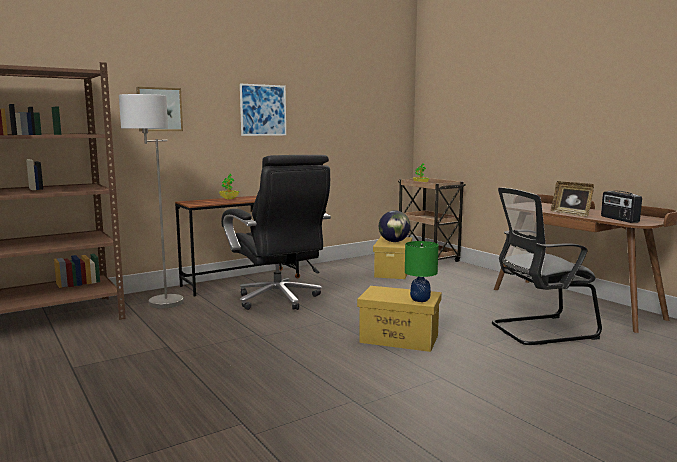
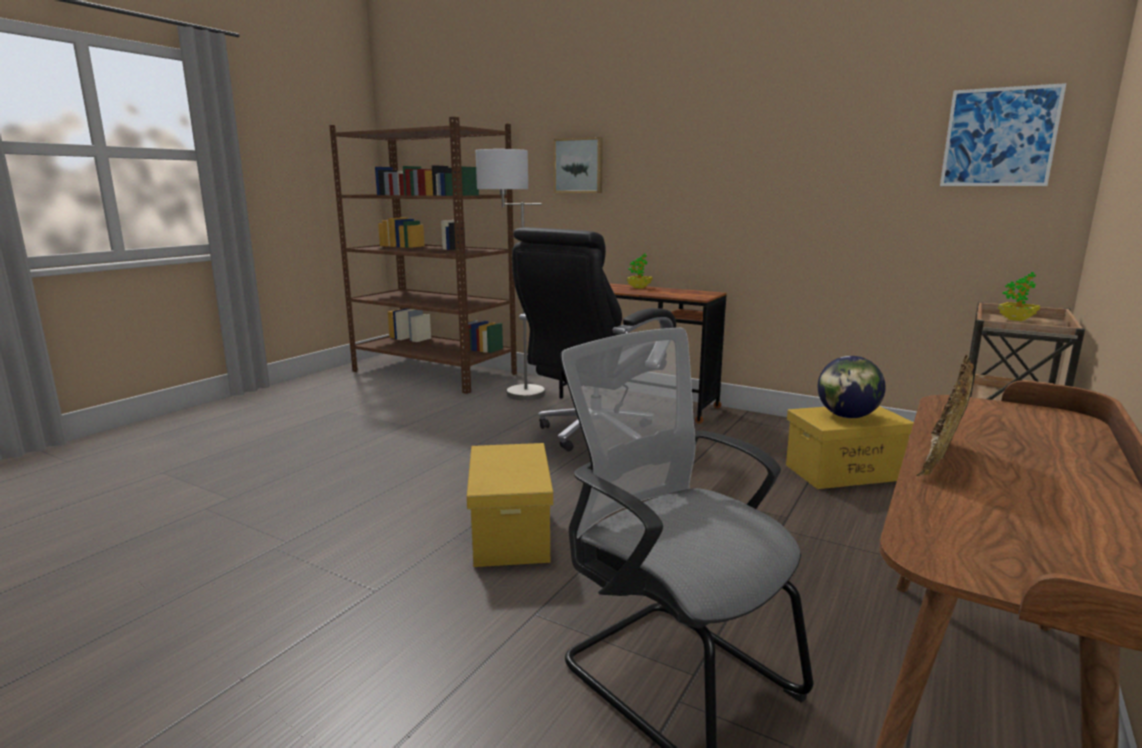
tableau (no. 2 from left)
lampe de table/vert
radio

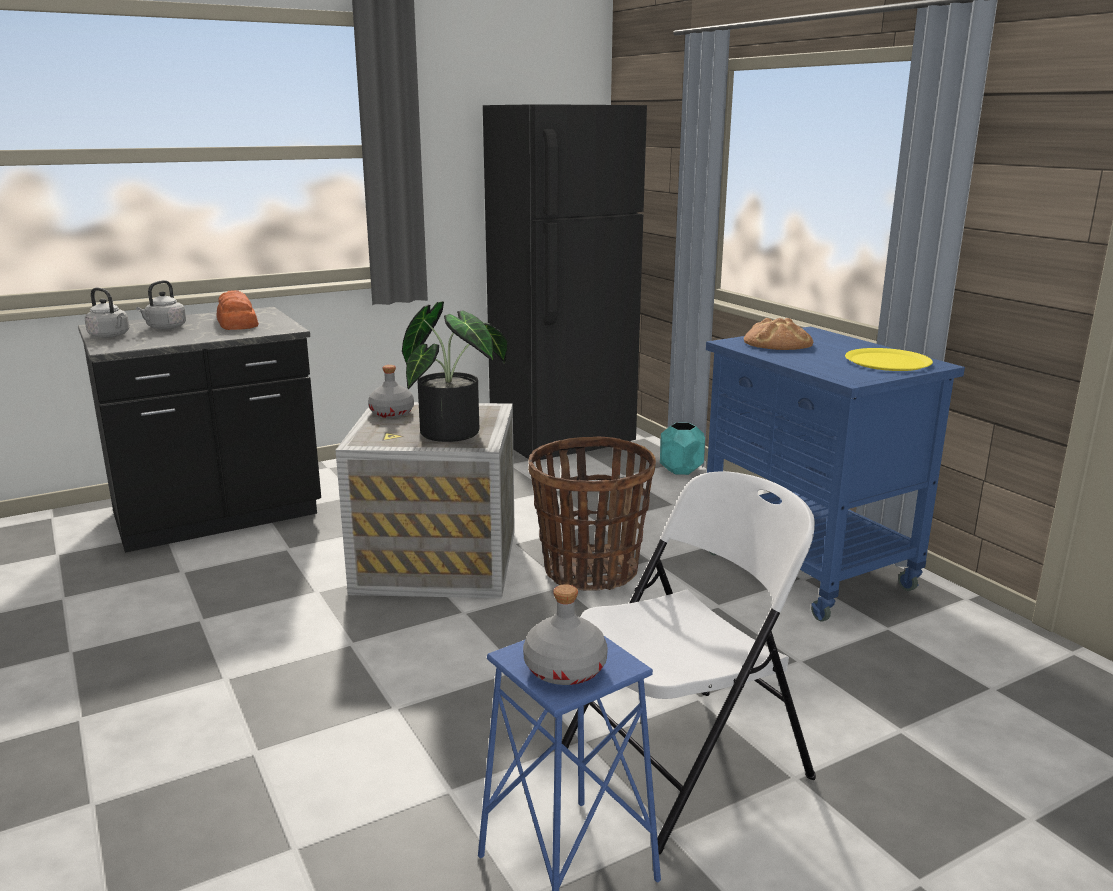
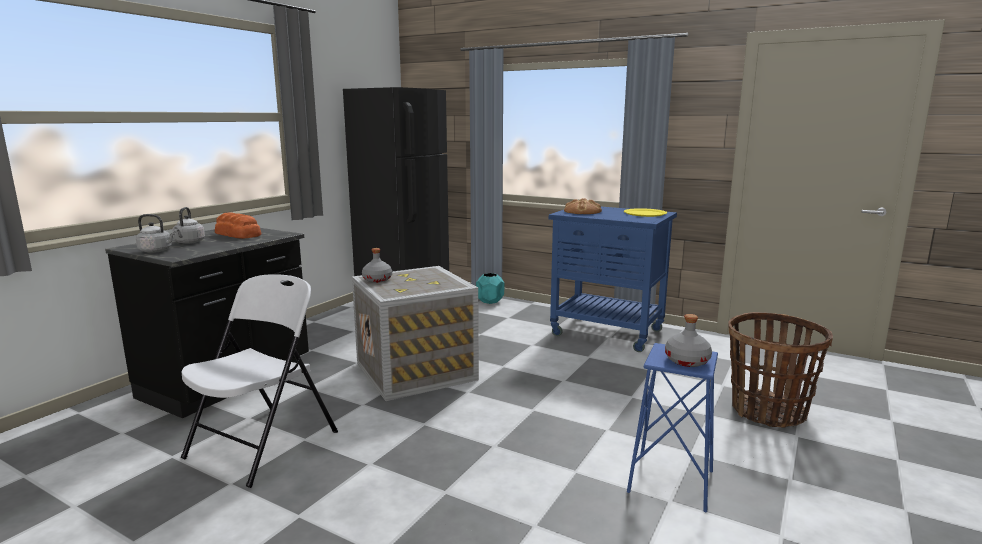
plante en pot
panier
chaise/blanc

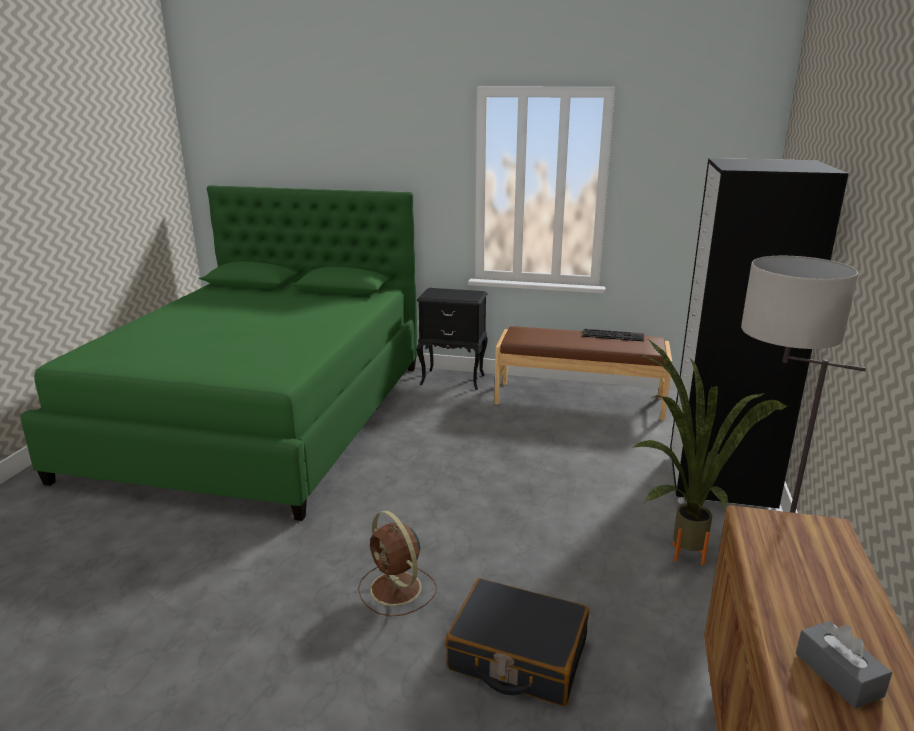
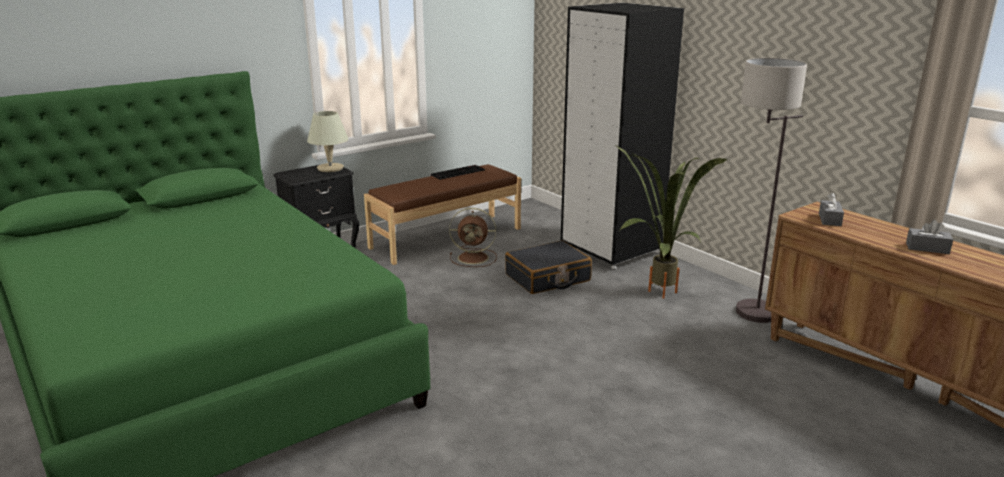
ventilateur/marron
valise/noir
lampe de table/beige
boîte à mouchoirs/gris (no. 1 from left)

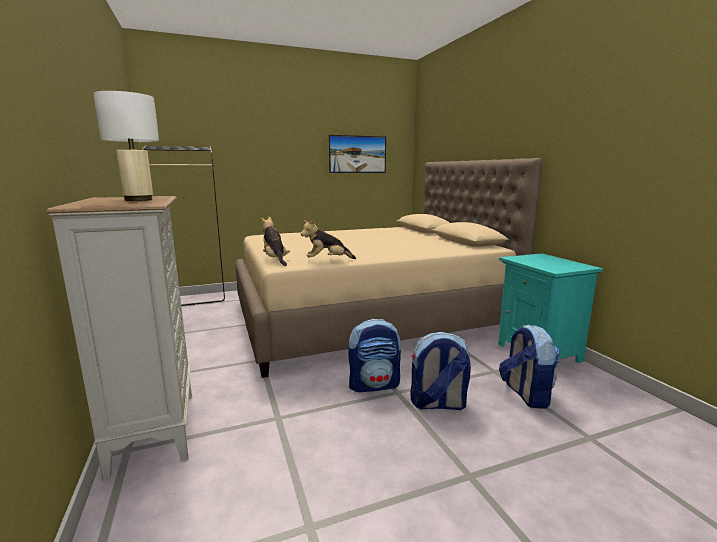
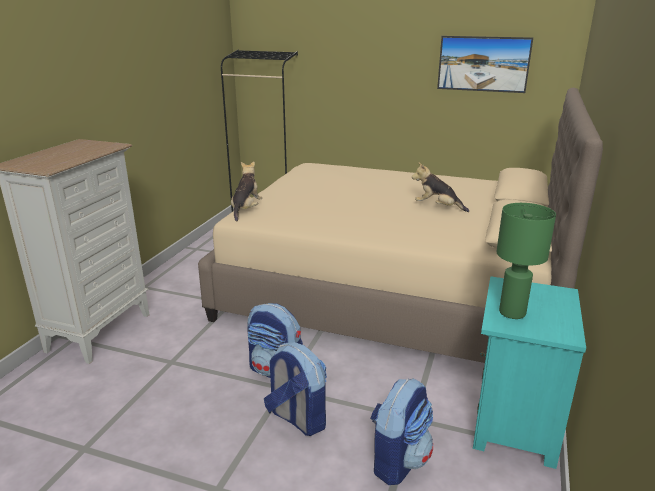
lampe de table/blanc
peluche (no. 2 from left)
lampe de table/vert

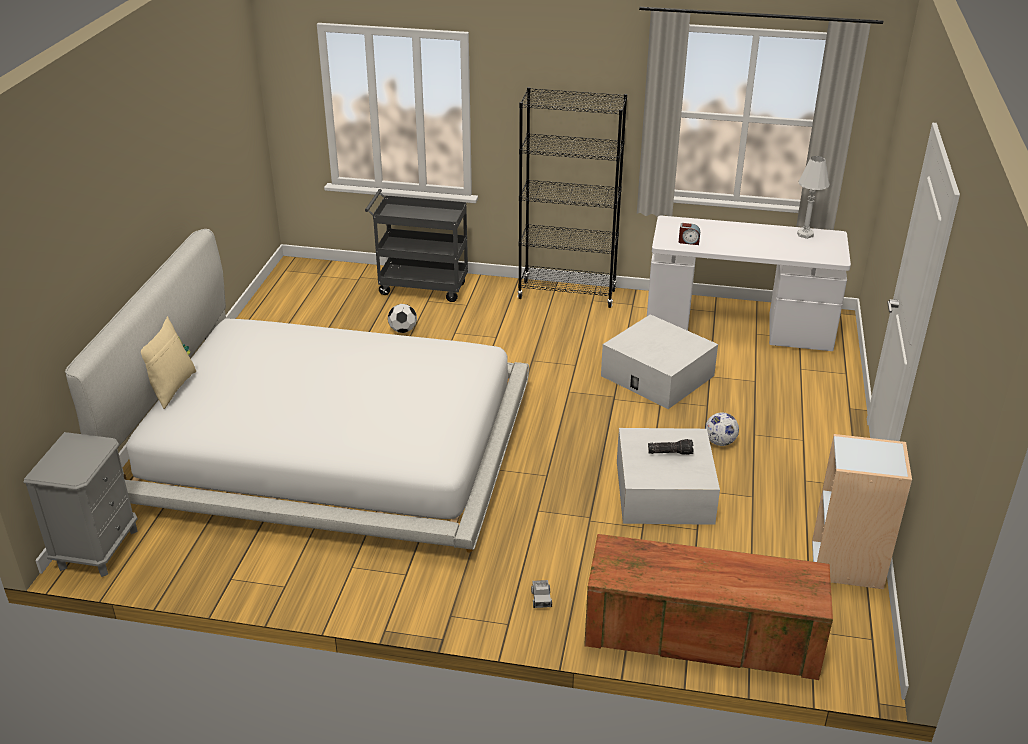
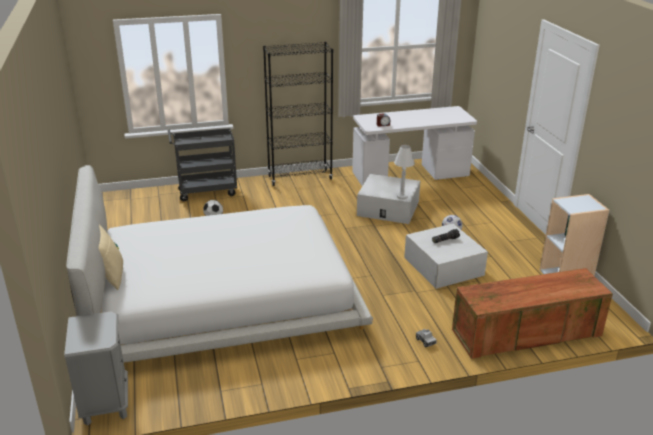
lampe de table/blanc

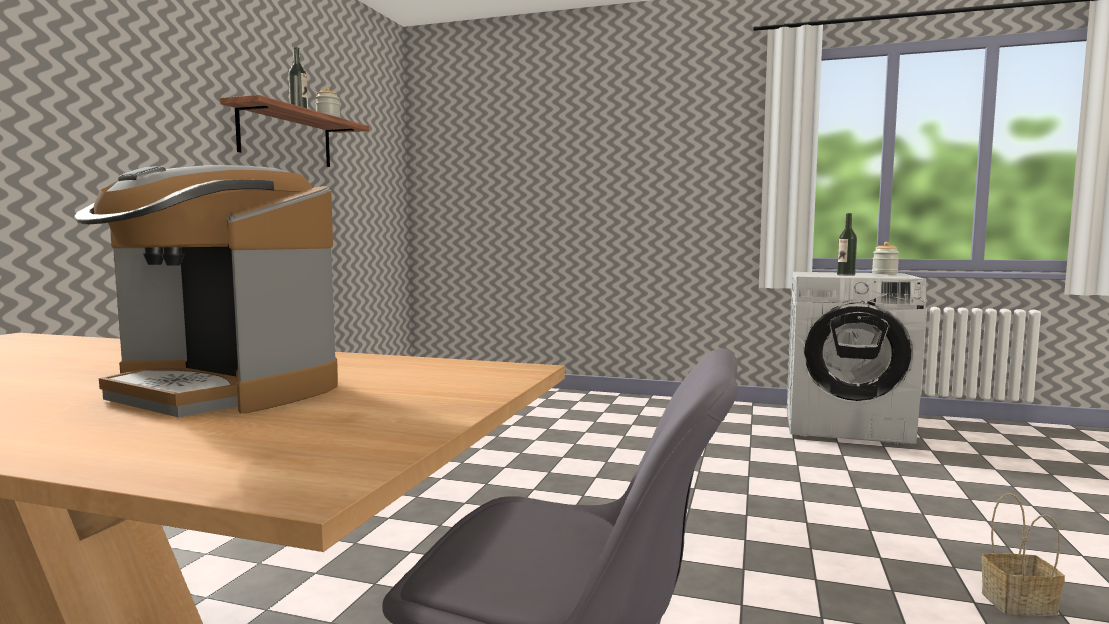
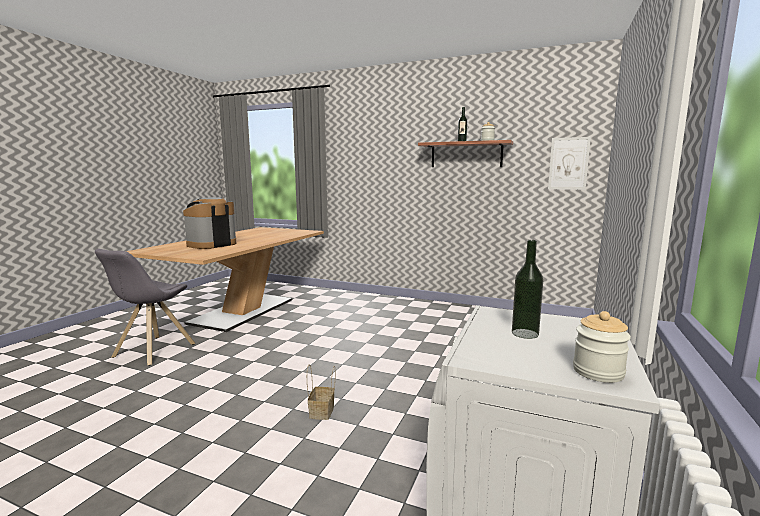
panier
tableau

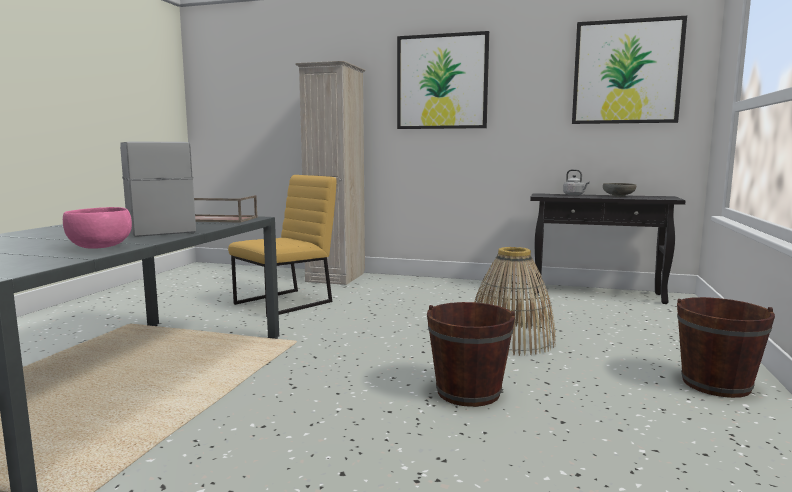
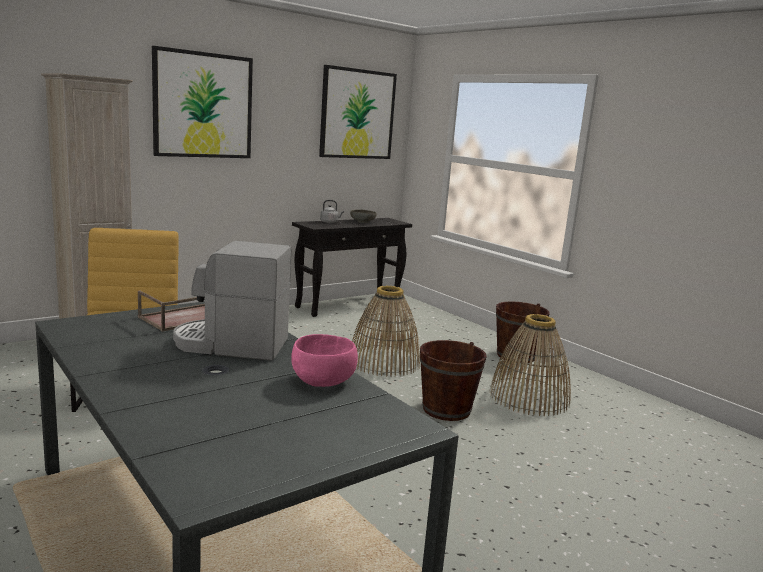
panier (no. 2 from left)

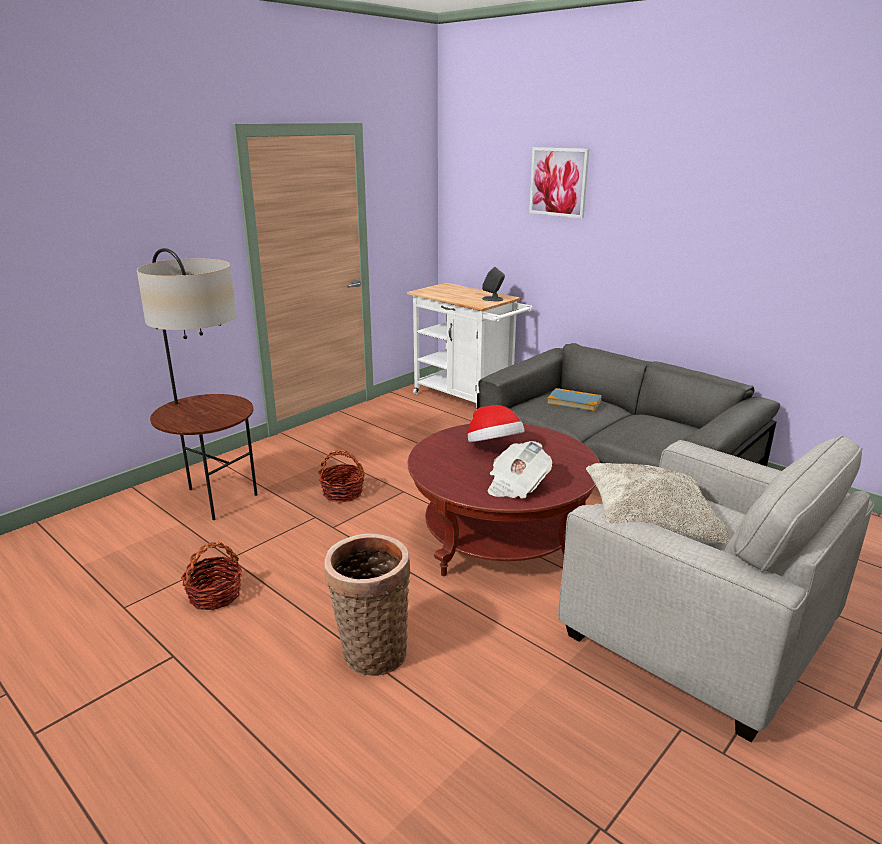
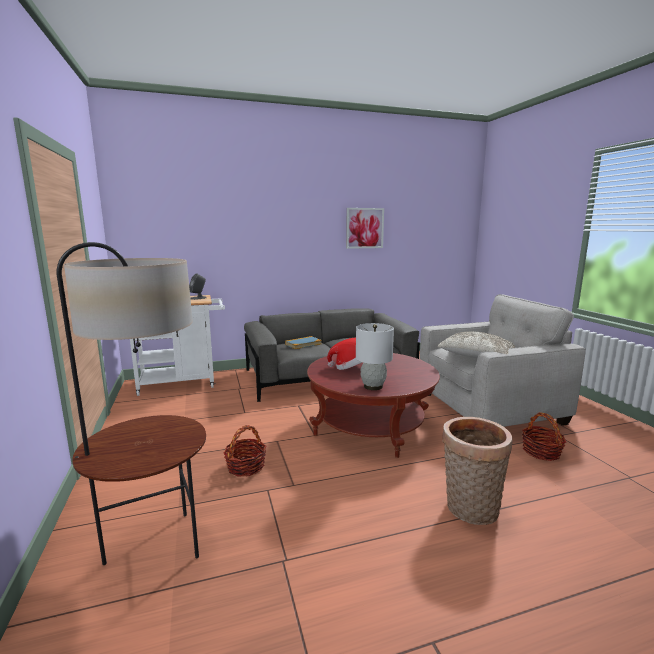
panier (no. 3 from left)
journal
tableau
lampe de table/blanc

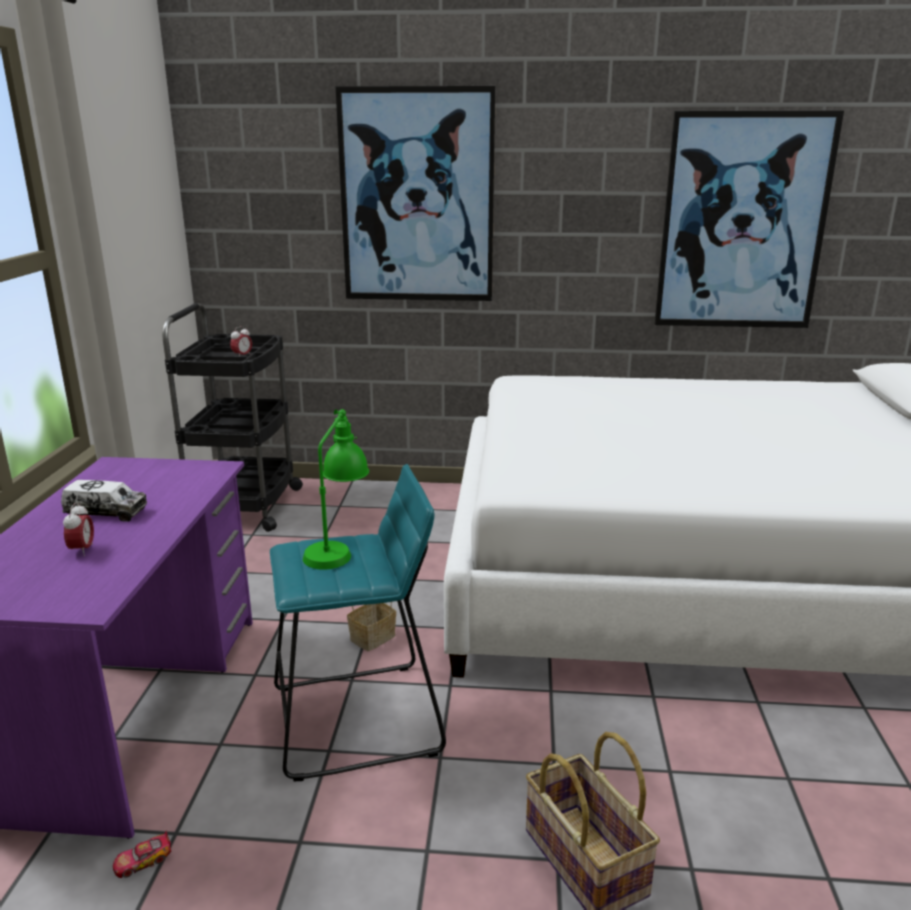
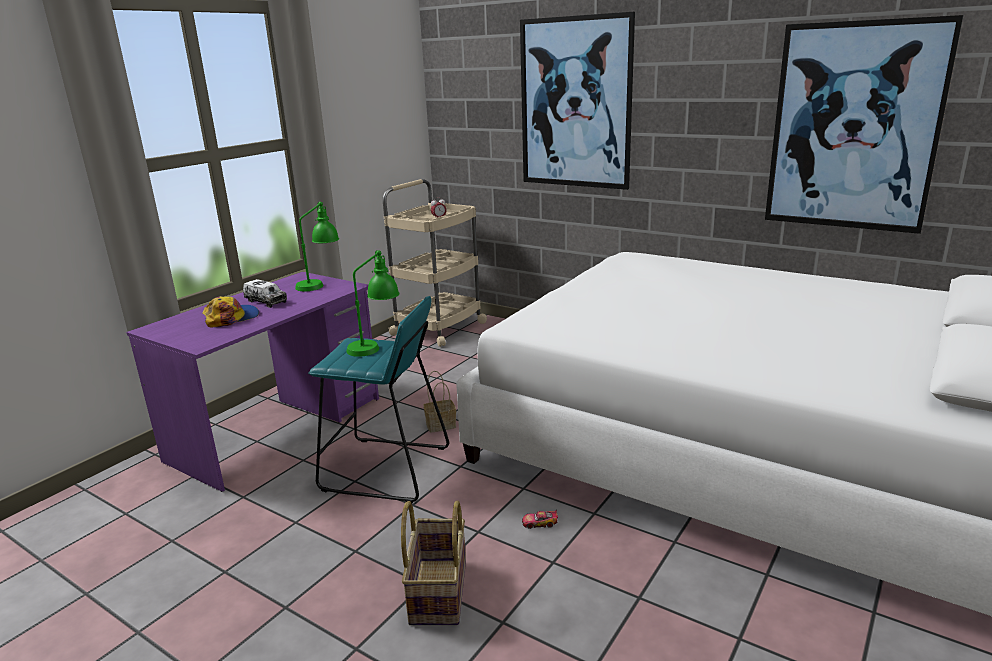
casquette
petite voiture
chariot/beige
lampe de table/vert (no. 1 from left)

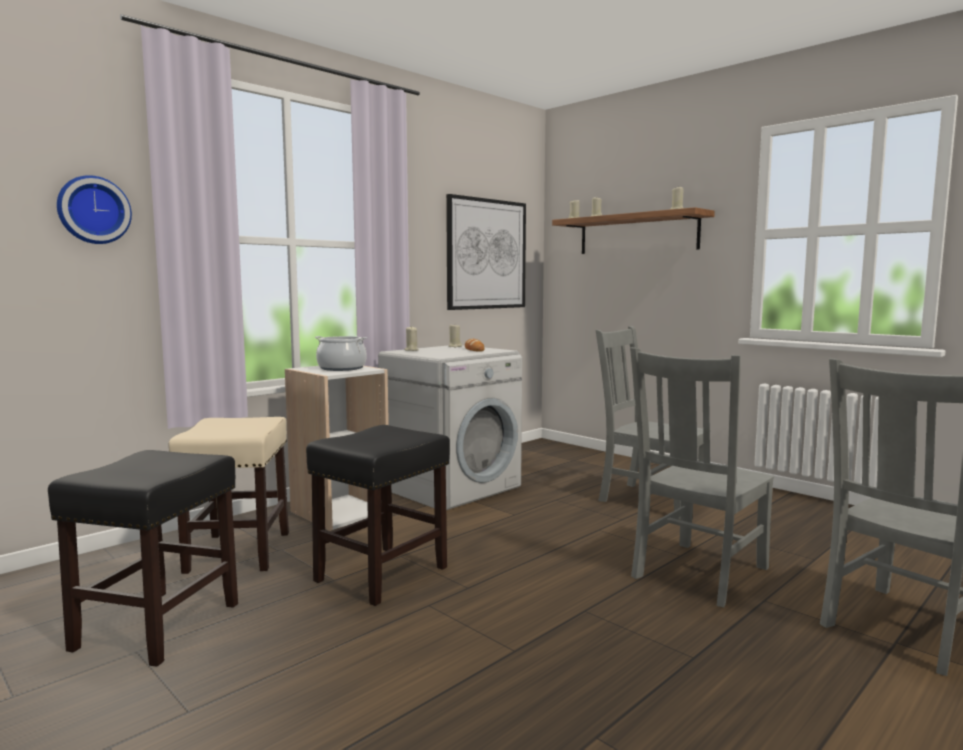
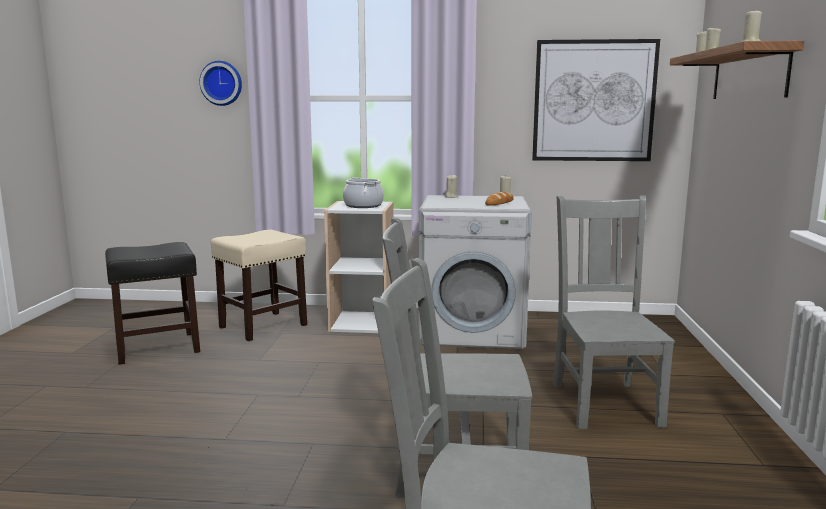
tabouret/noir (no. 2 from left in the first image)

